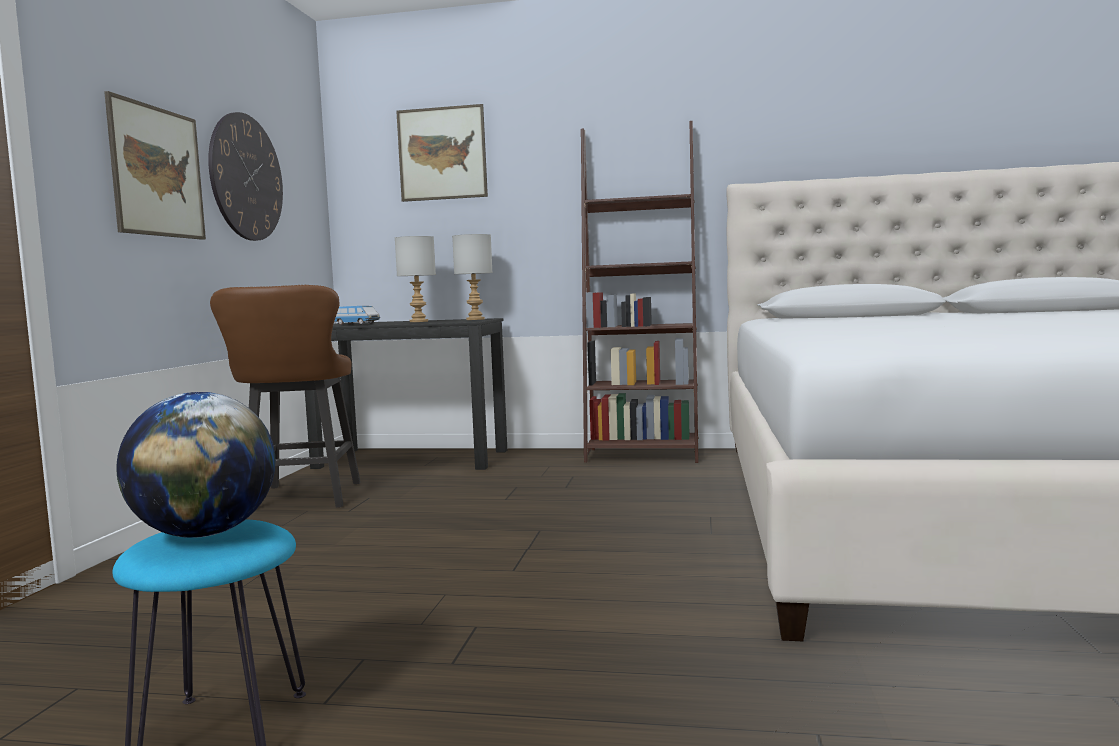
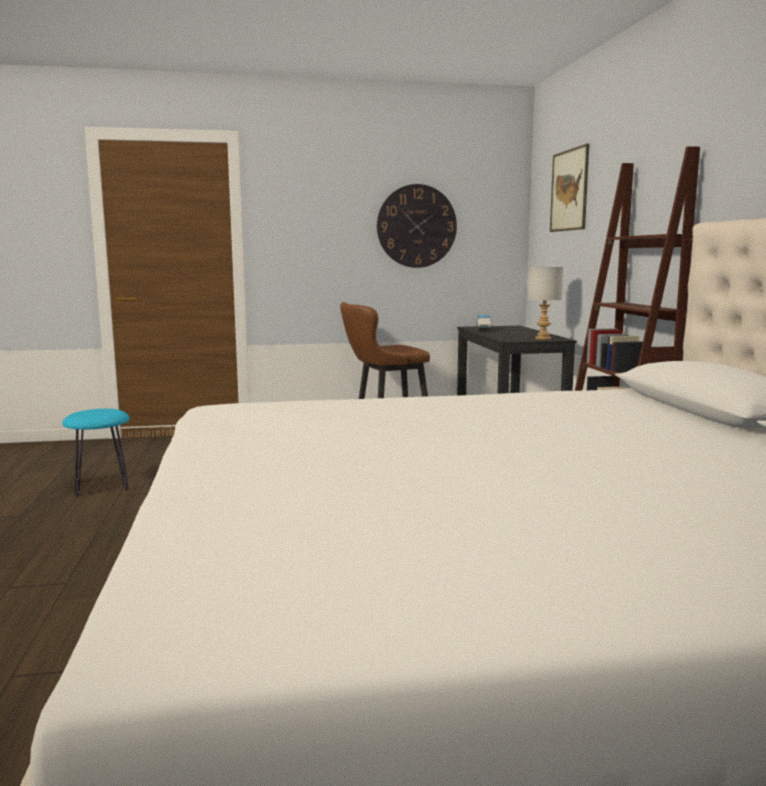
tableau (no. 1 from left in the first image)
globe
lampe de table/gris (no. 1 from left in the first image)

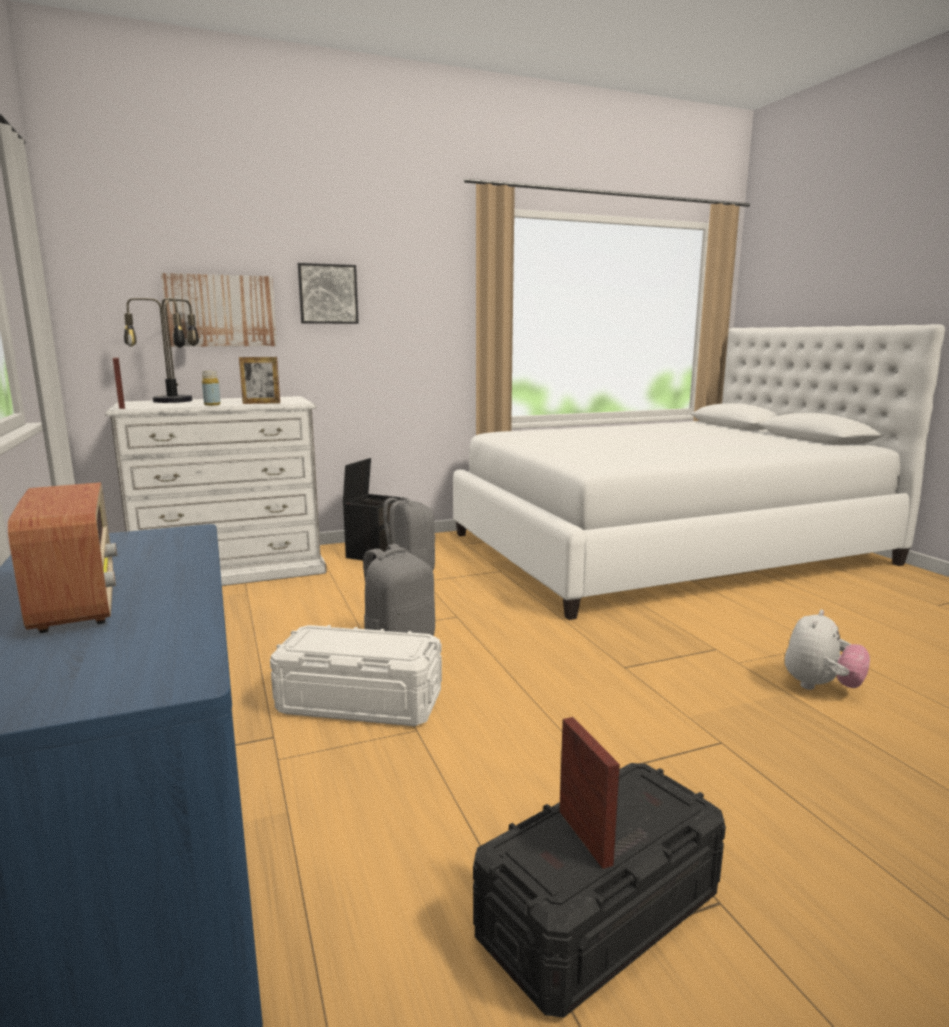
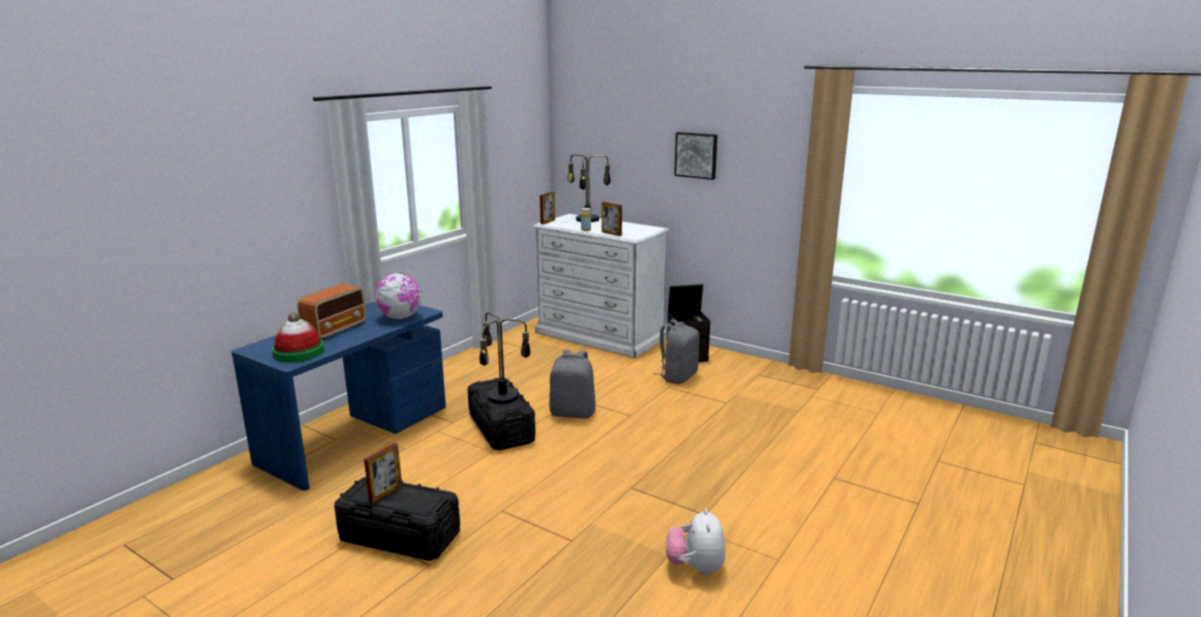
tableau (no. 1 from left in the first image)
boîte de rangement/noir (no. 2 from left)
lit/blanc
peluche
chapeau
globe
lampe de table (no. 1 from left)

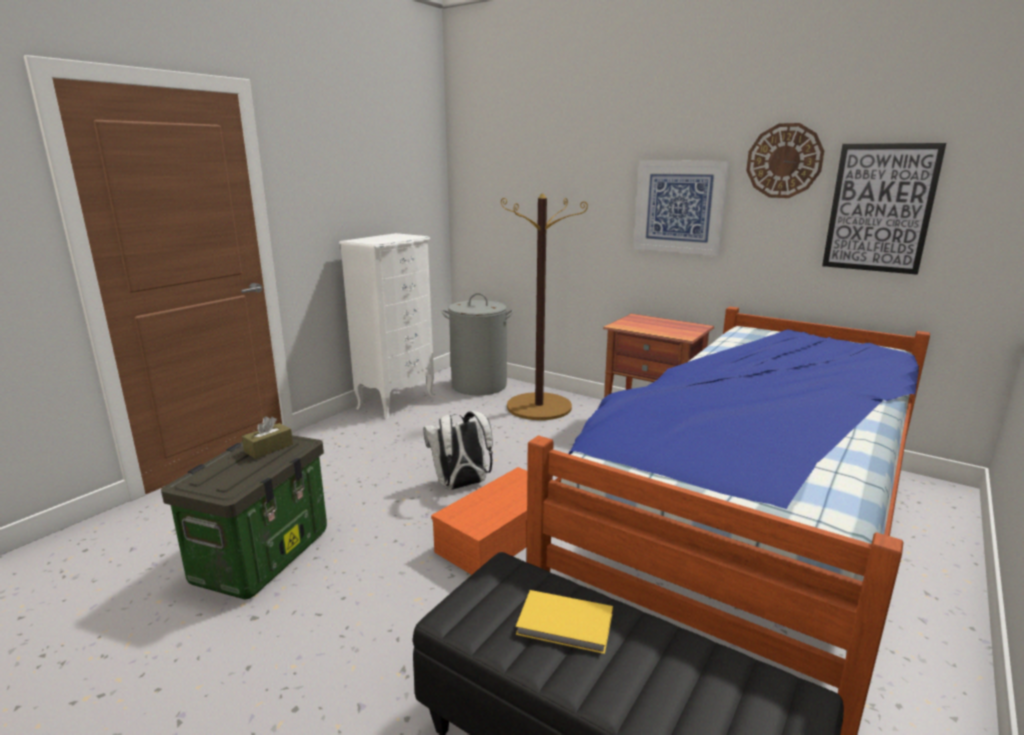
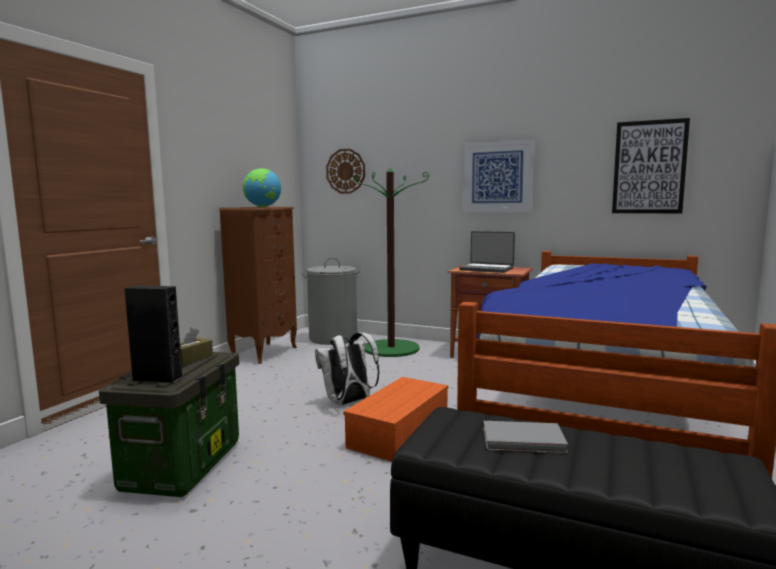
commode/marron
portant/vert
livre/gris
horloge murale
enceinte/noir
globe
ordinateur portable

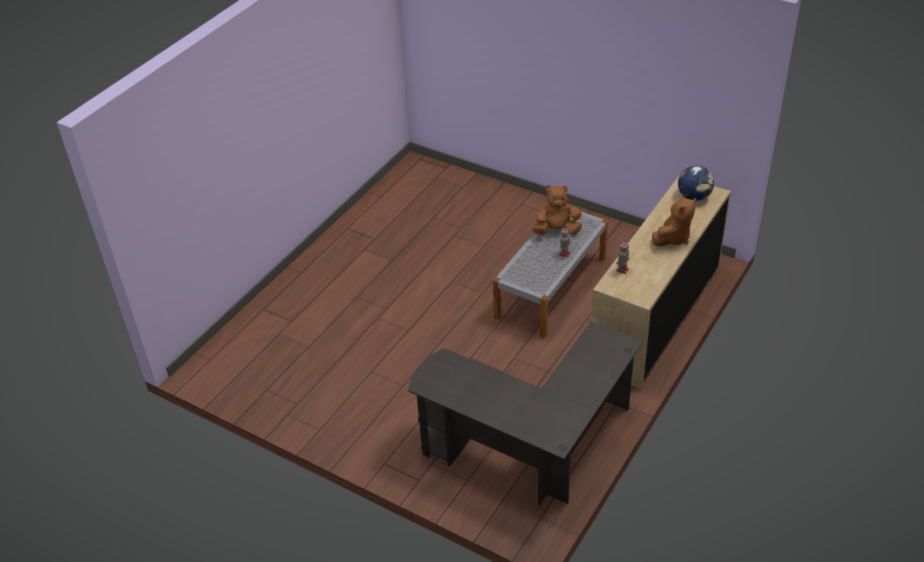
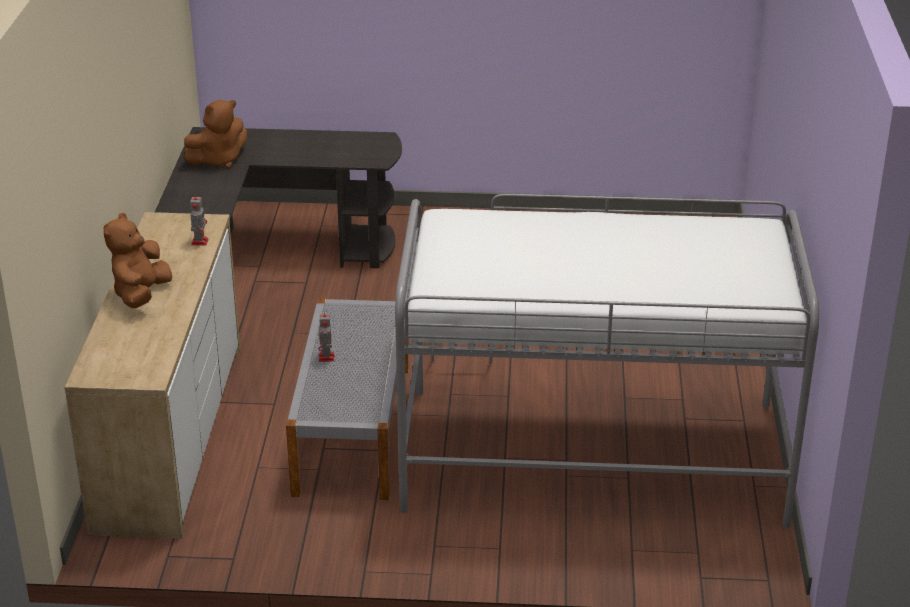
peluche/marron (no. 2 from left)
globe
lit/gris

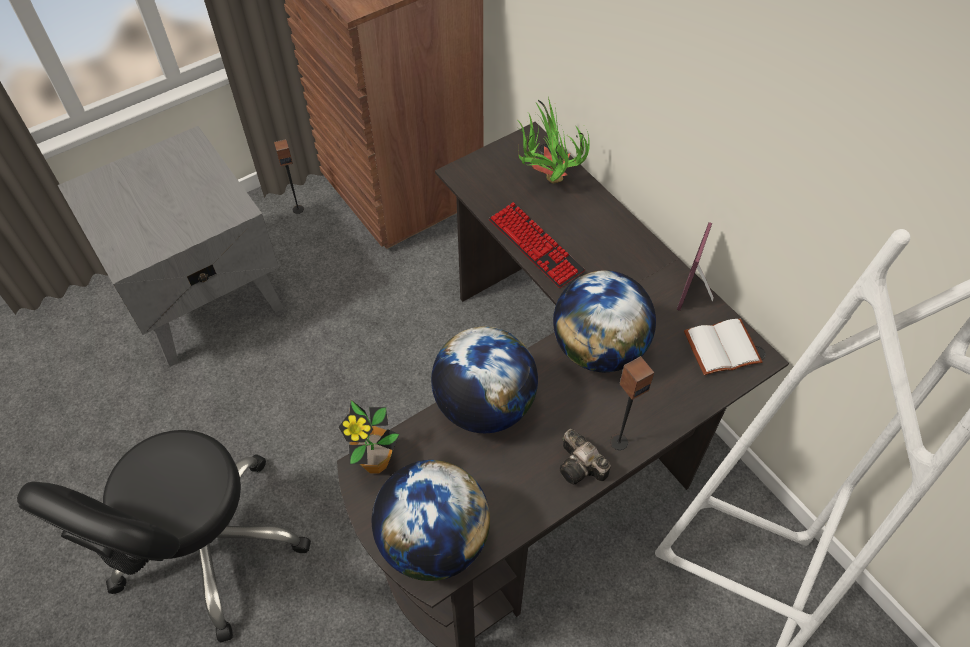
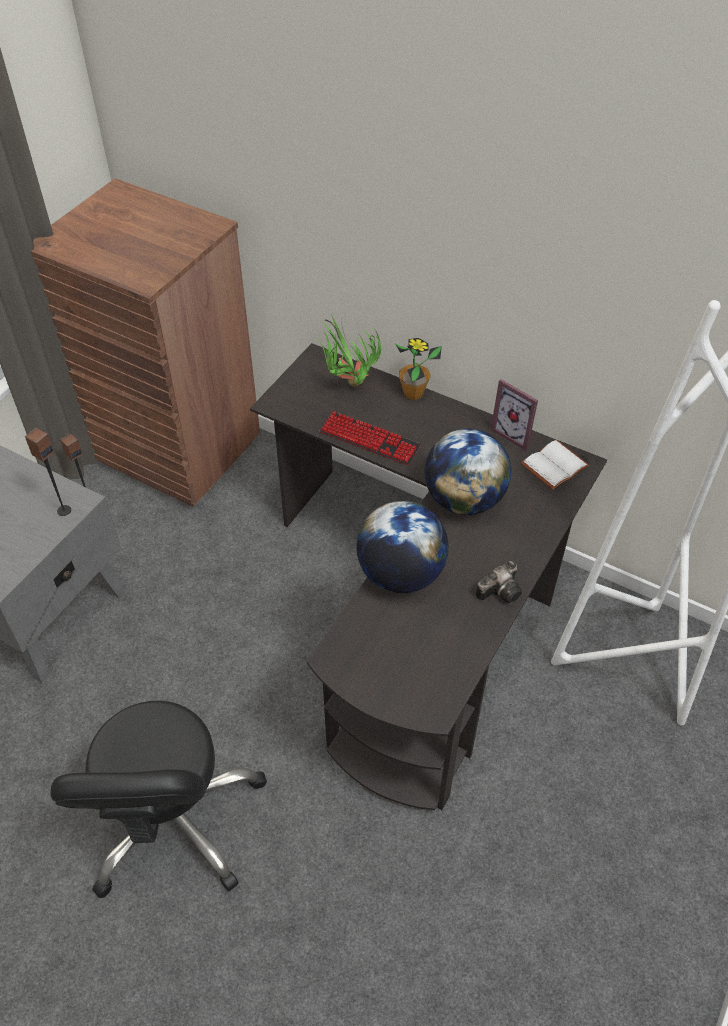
plante en pot (no. 2 from left)
globe (no. 1 from left in the first image)
appareil photo
enceinte (no. 1 from left)
cadre photo

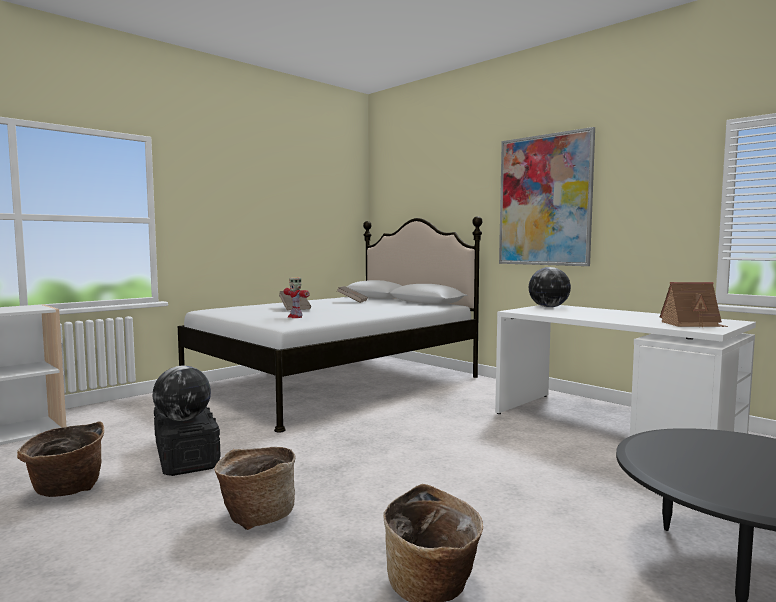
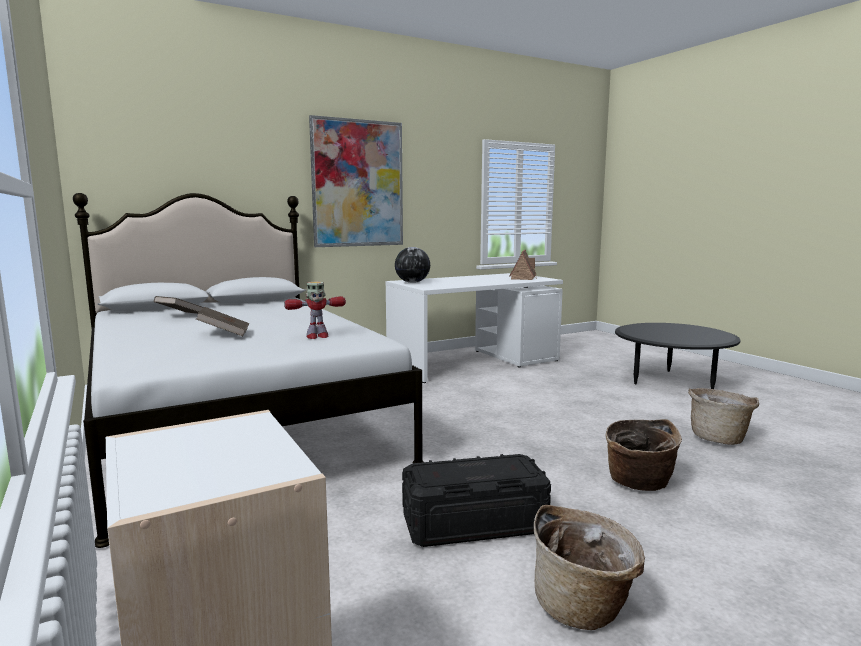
globe (no. 1 from left in the first image)

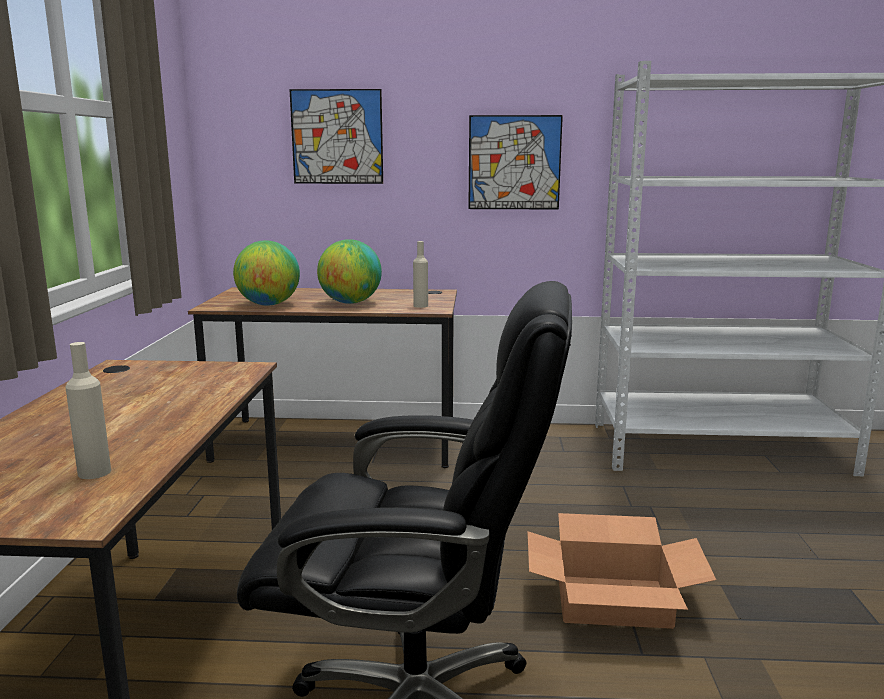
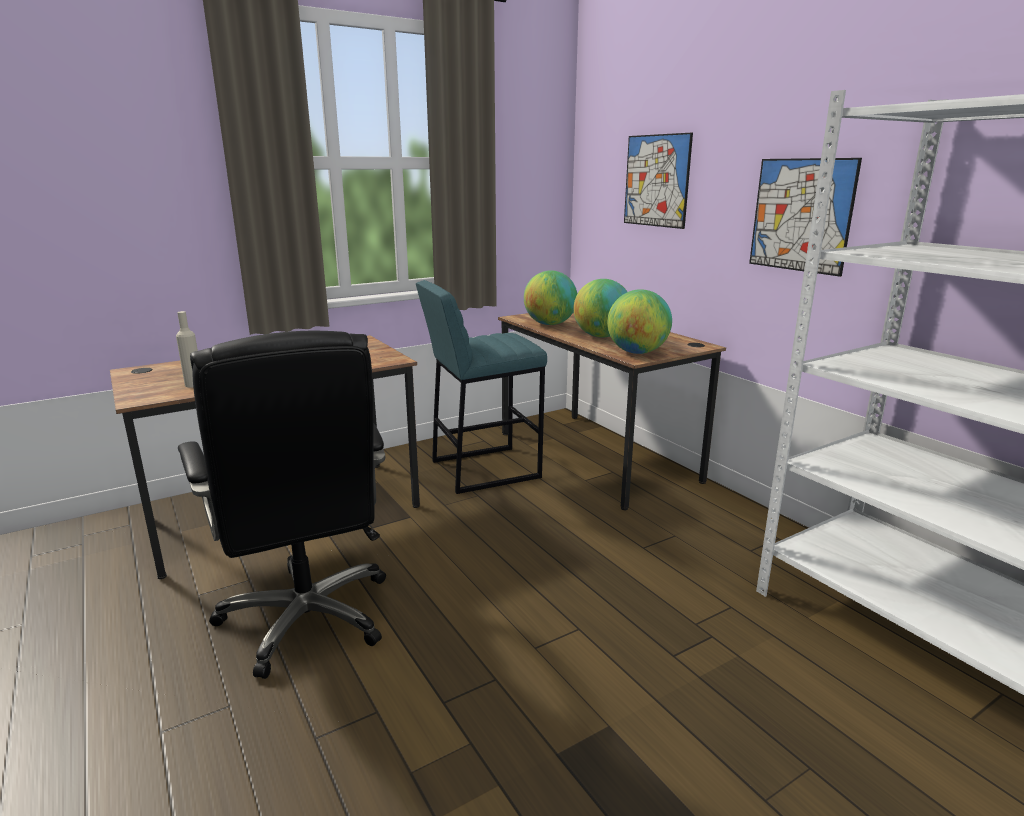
globe (no. 3 from left)
carton
tabouret/turquoise

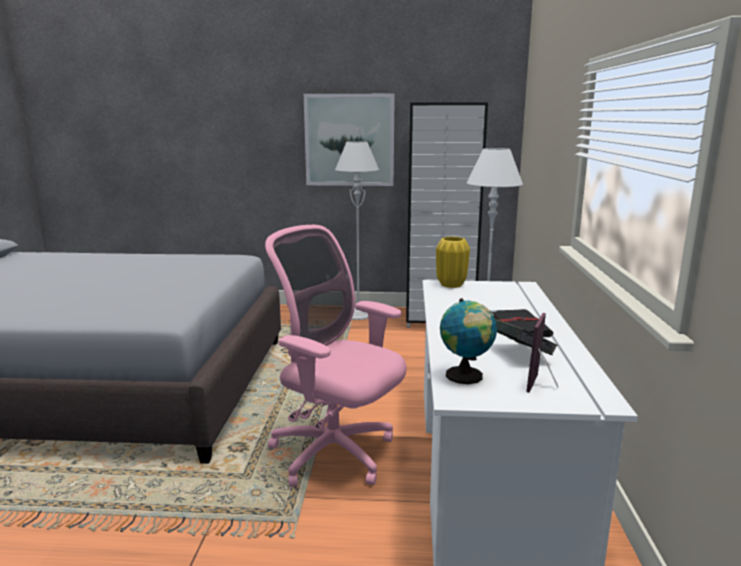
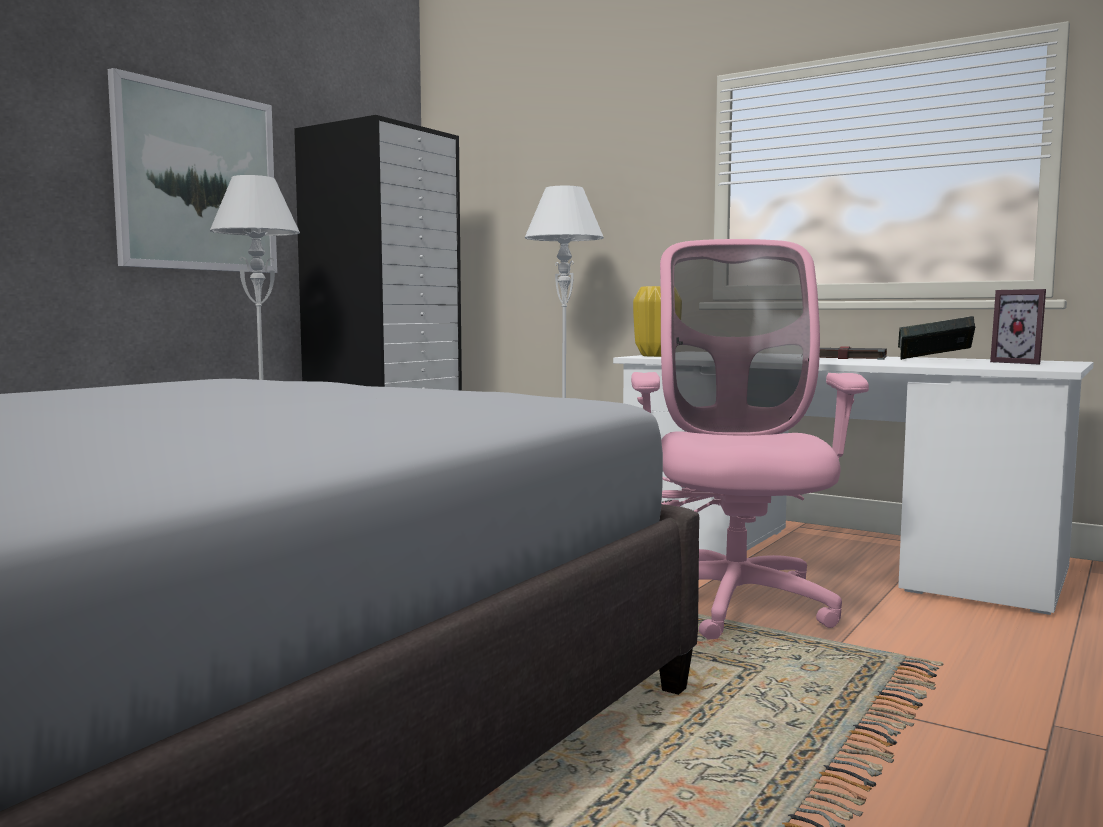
chaise de bureau/rose
globe

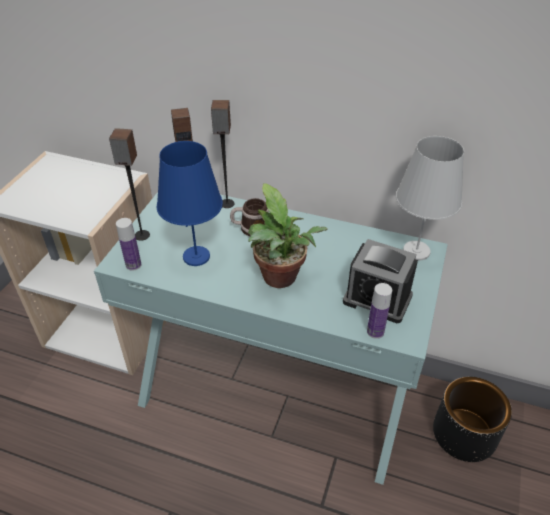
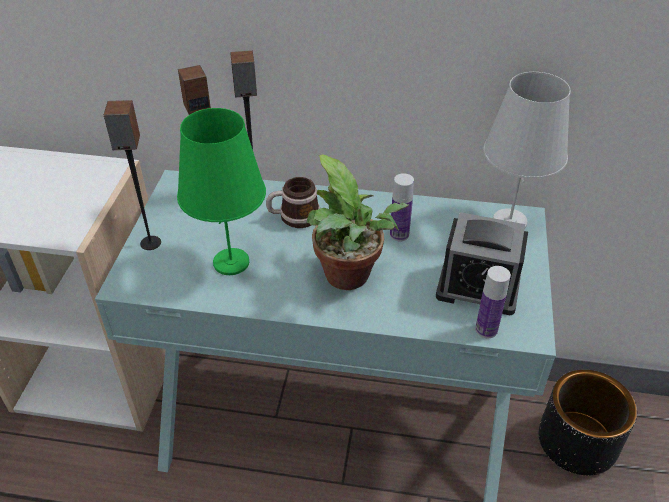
bouteille (no. 1 from left)
lampe de table/vert

